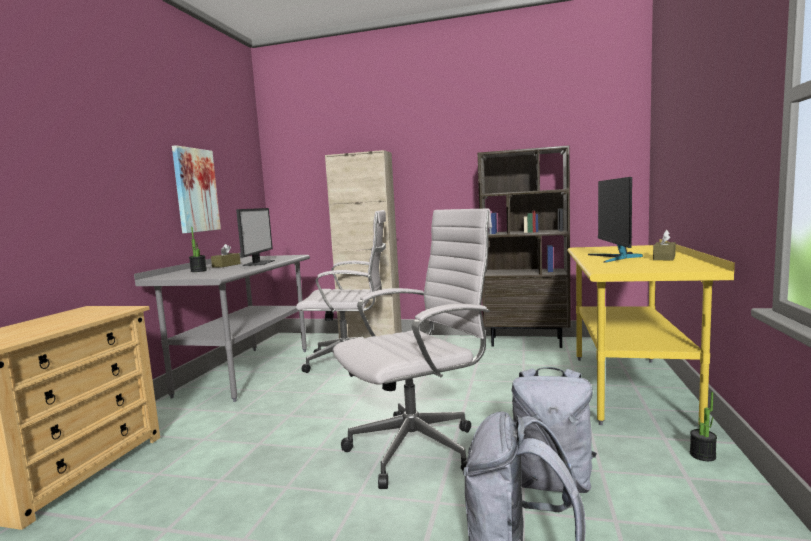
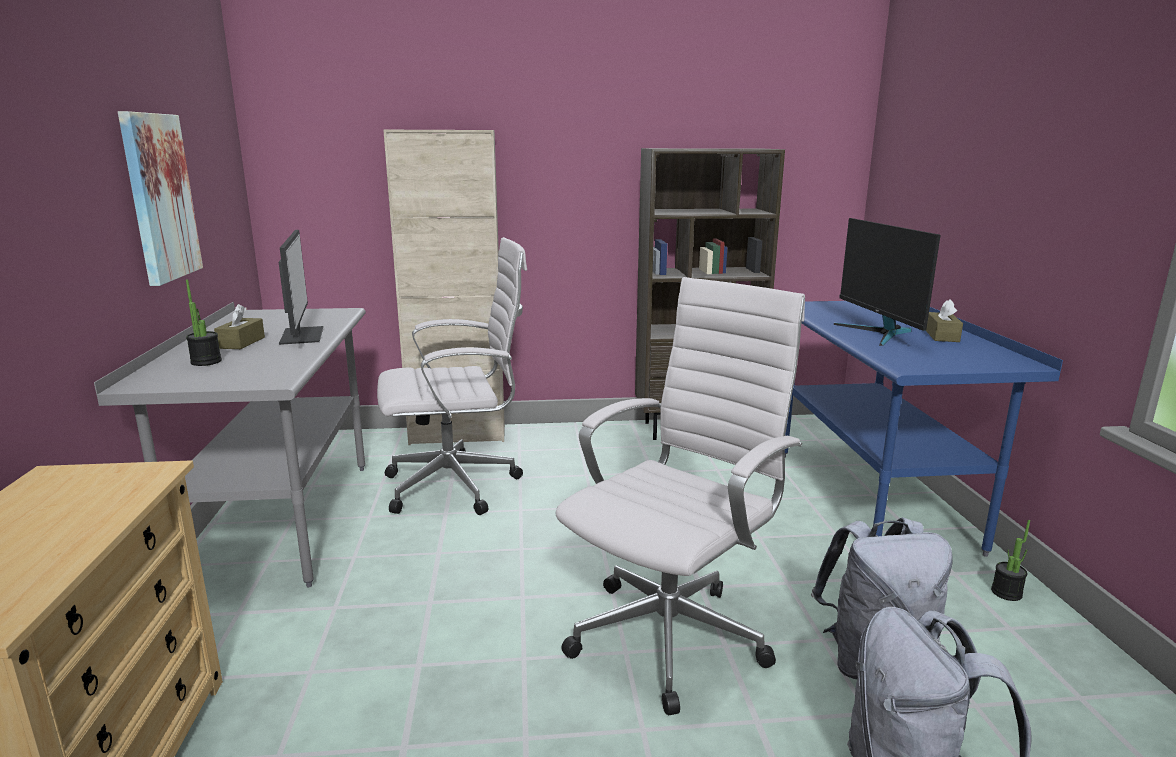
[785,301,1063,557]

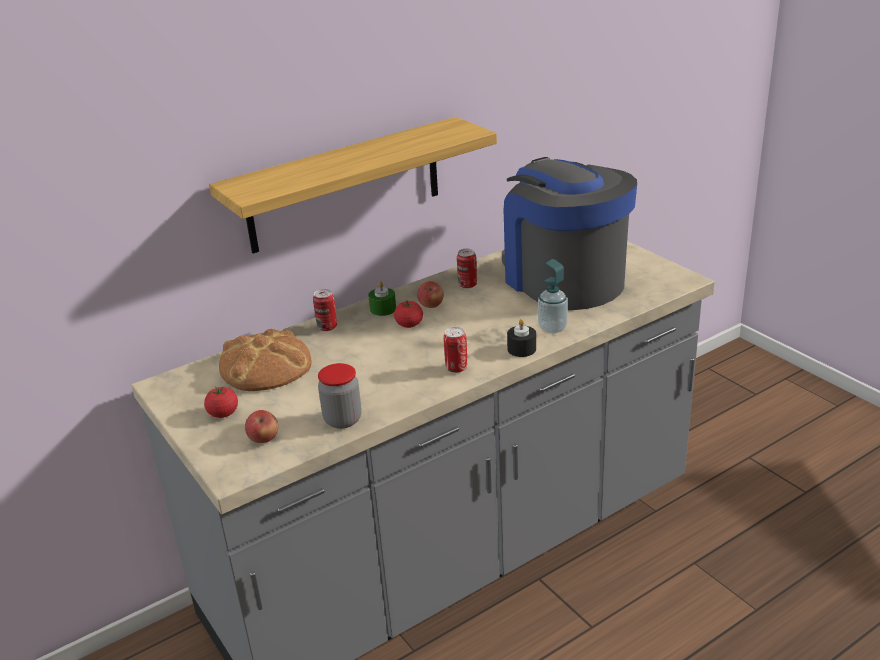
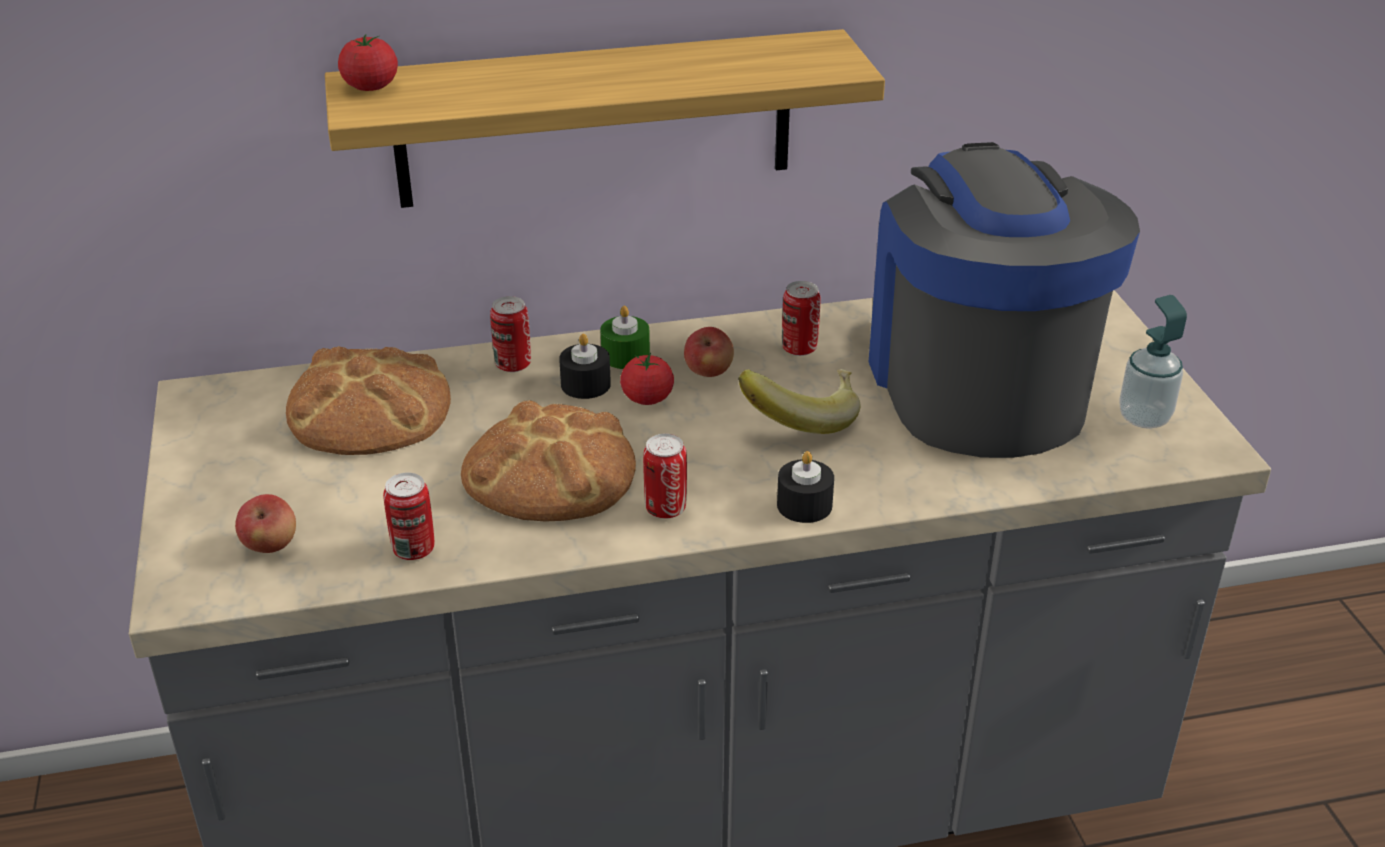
[1119,295,1187,429]
[383,473,434,560]
[338,34,398,91]
[559,334,611,399]
[738,369,860,434]
[461,400,636,522]

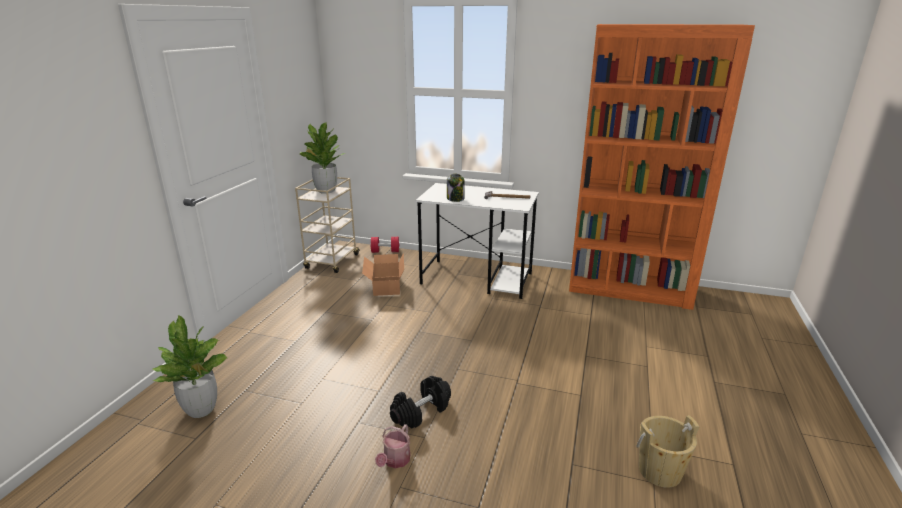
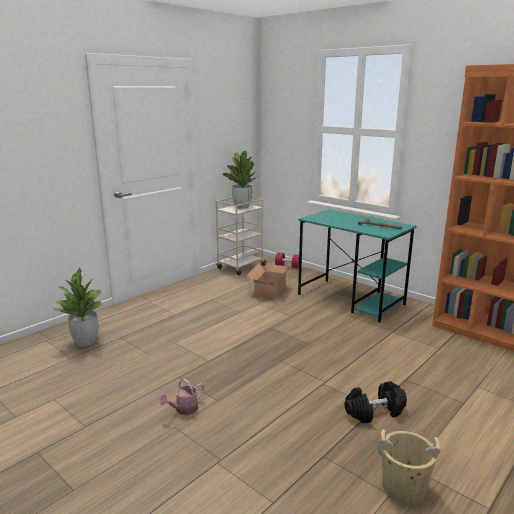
[447,174,465,202] (first image)
[298,209,417,323]
[344,381,407,423]

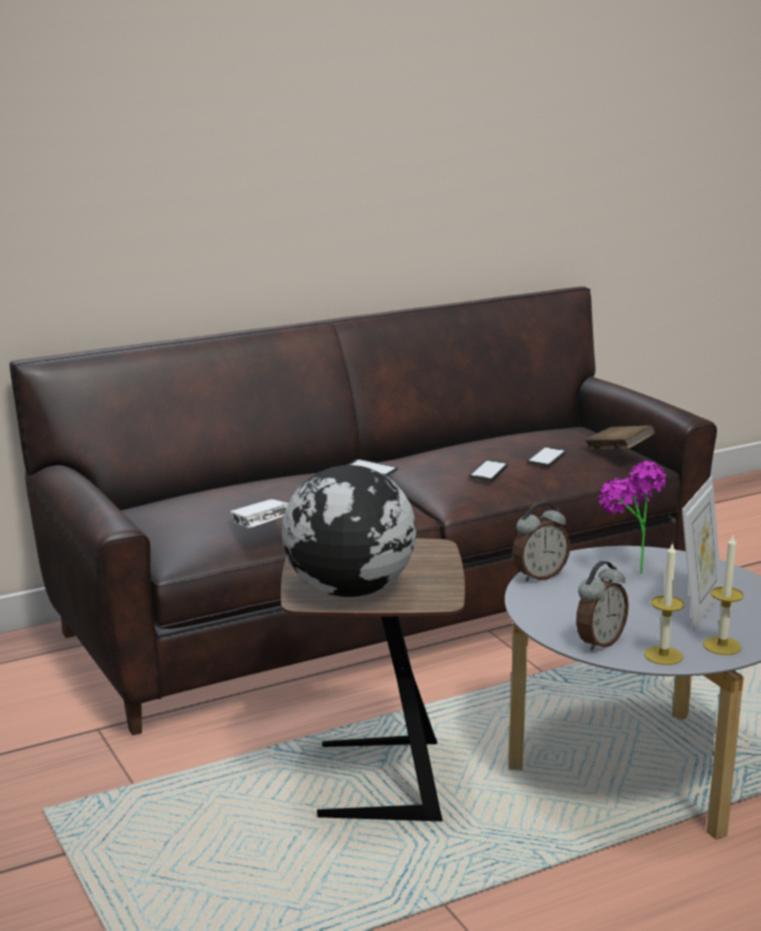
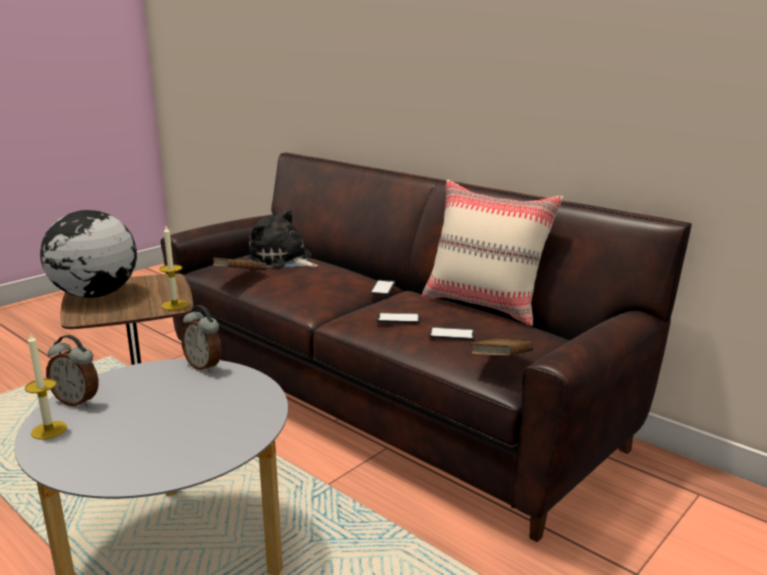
[599,461,666,574] (first image)
[682,476,722,632] (first image)
[213,257,267,270]
[159,226,188,310]
[421,180,563,326]
[248,209,318,268]

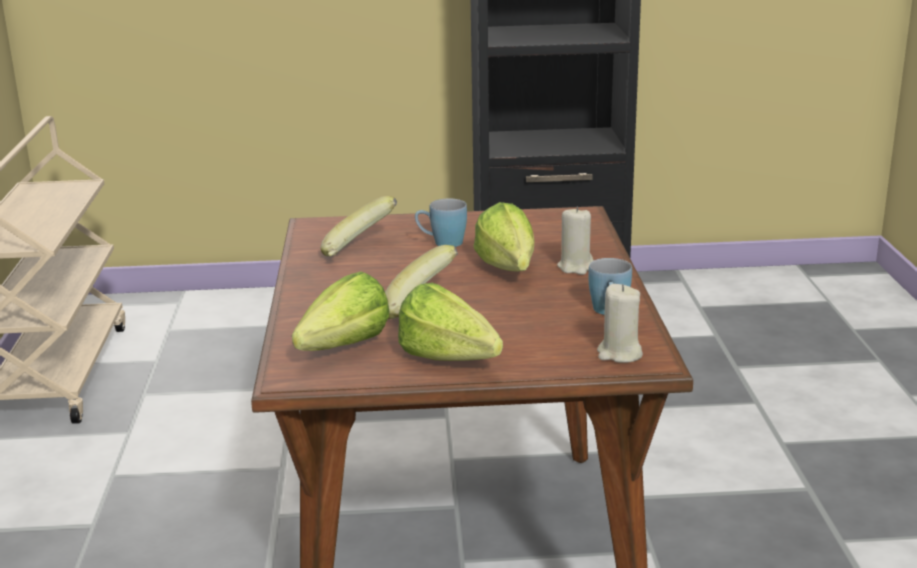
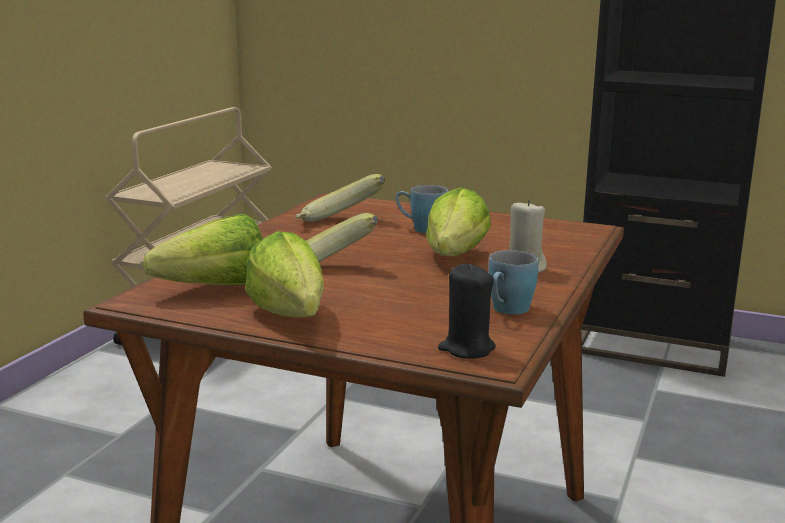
[438,264,496,359]

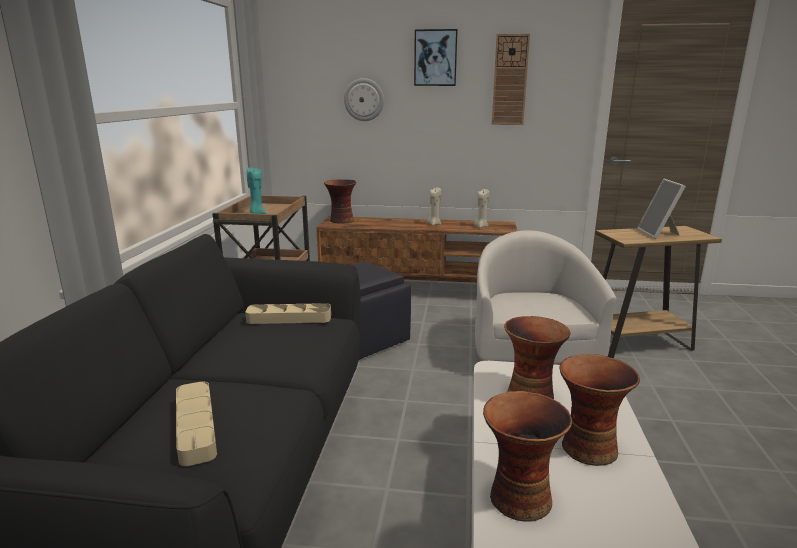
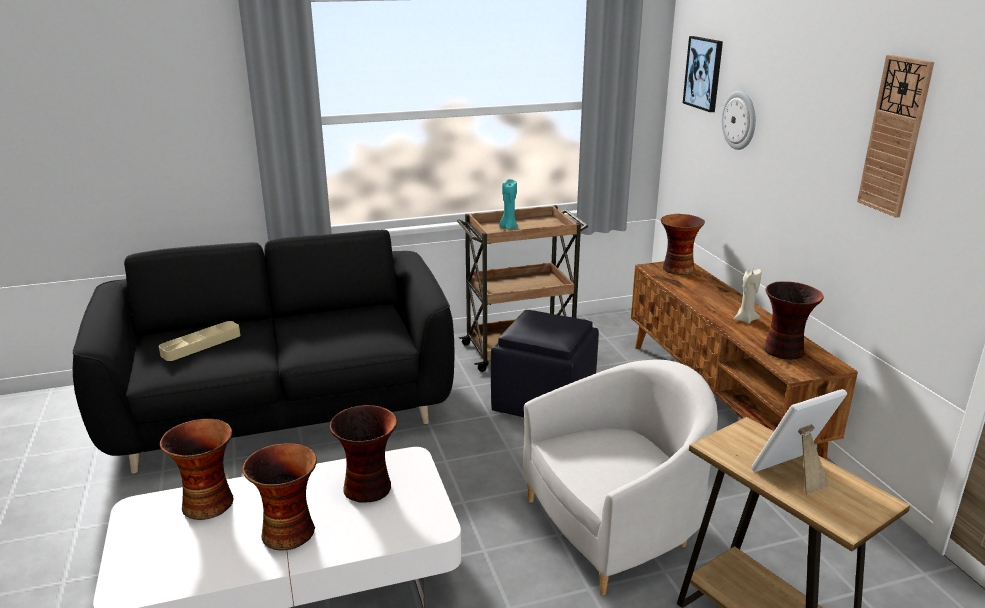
[683,36,723,112]
[763,281,824,360]
[245,303,331,324] (first image)

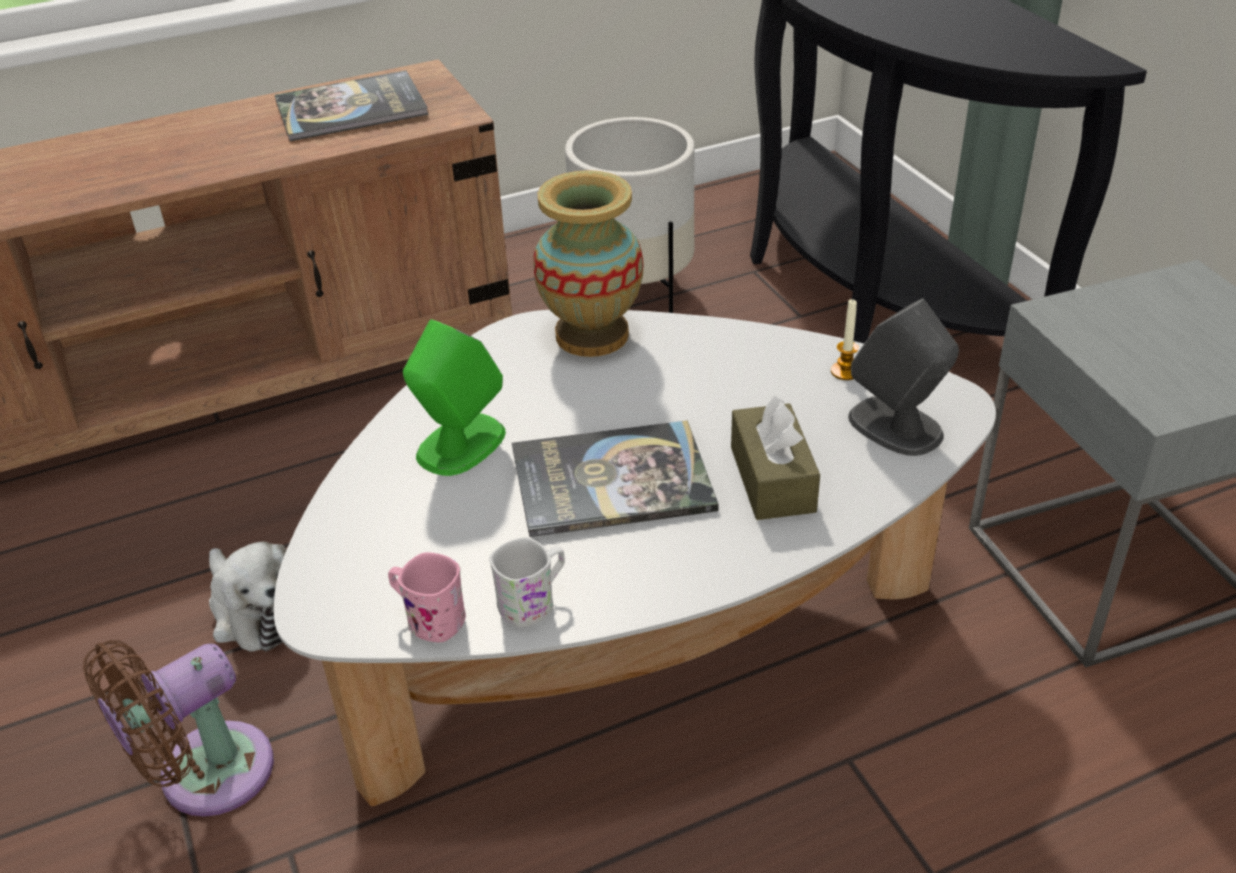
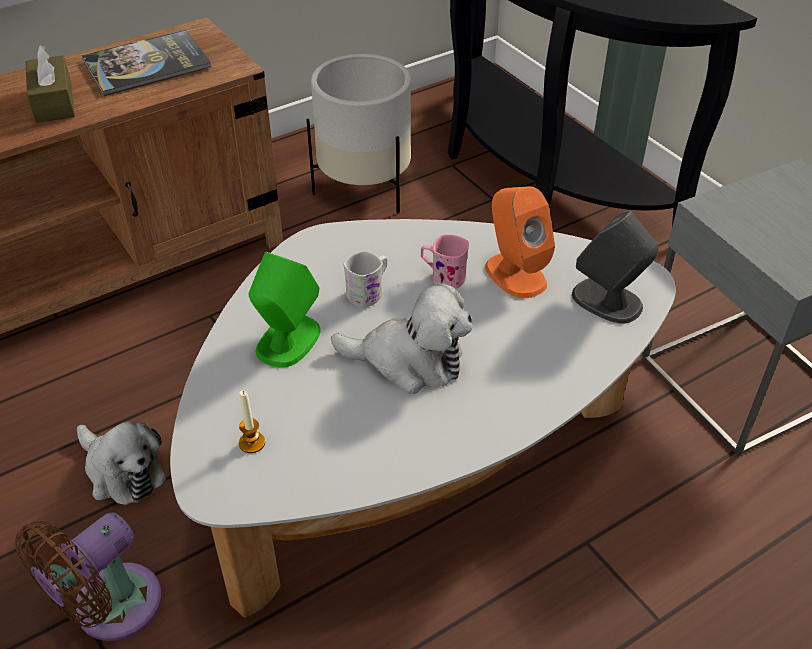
[533,170,643,357] (first image)
[239,390,265,453]
[25,45,75,123]
[331,283,473,394]
[343,251,387,308]
[421,234,469,289]
[485,186,555,298]

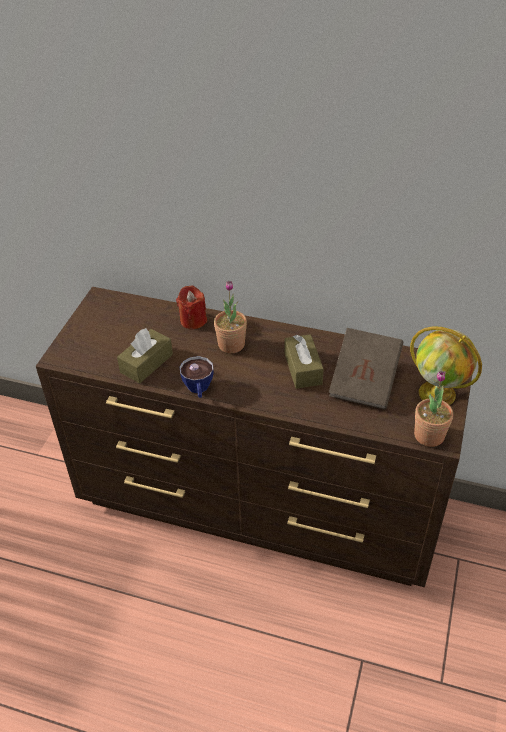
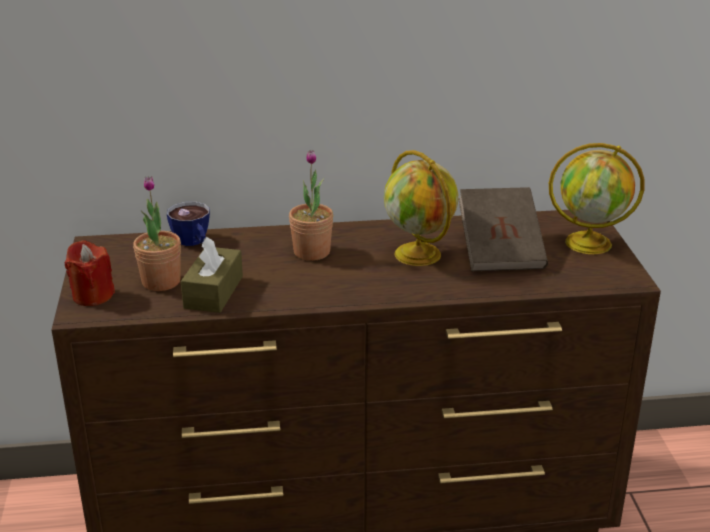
[65,240,115,306]
[384,150,458,266]
[167,202,210,246]
[133,176,181,291]

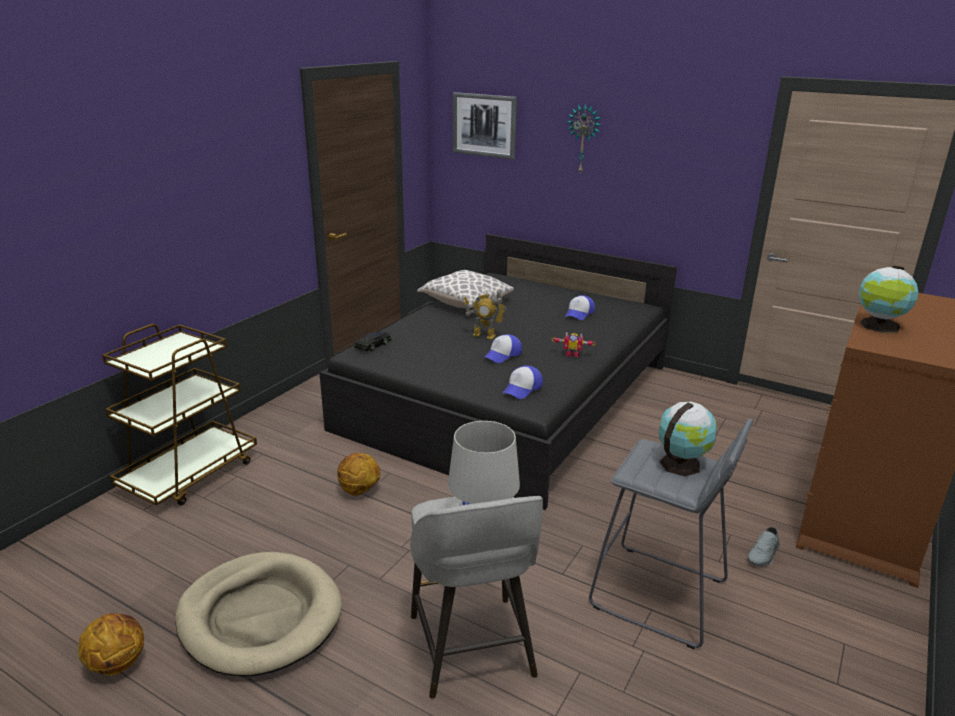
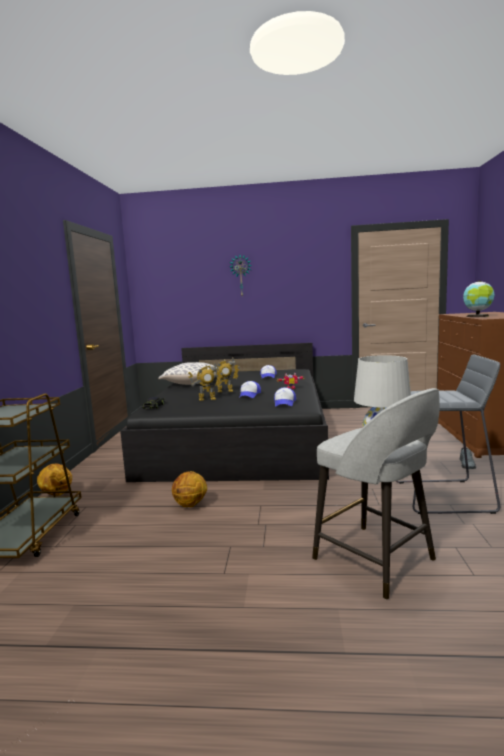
[453,92,517,160] (first image)
[658,401,717,476] (first image)
[175,552,342,676] (first image)
[37,464,72,496]
[189,363,223,401]

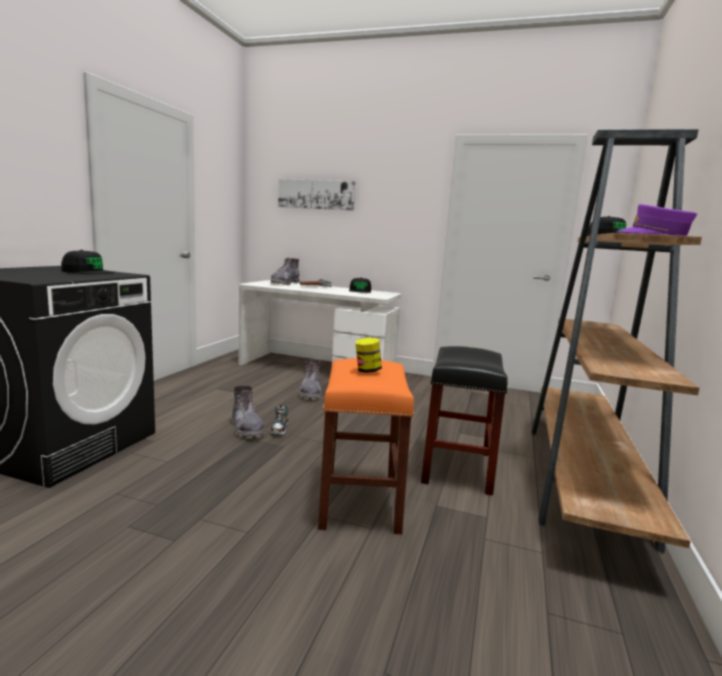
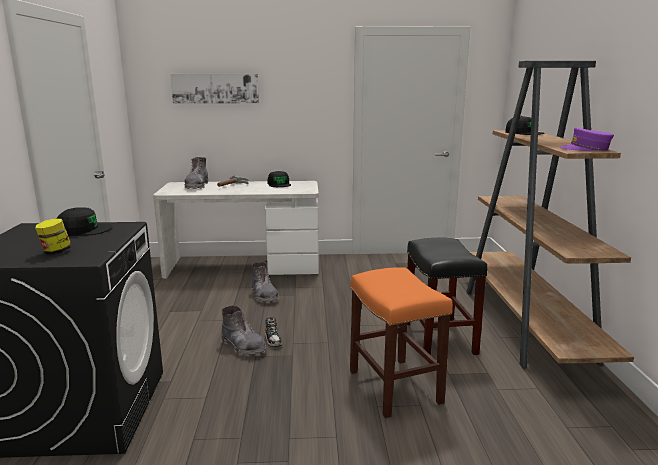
[35,218,71,255]

